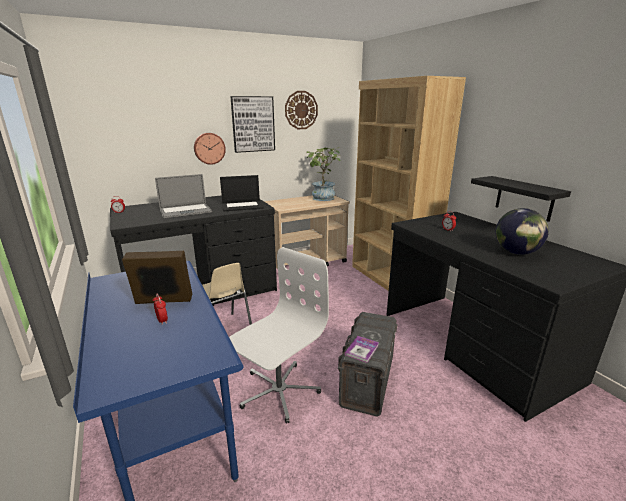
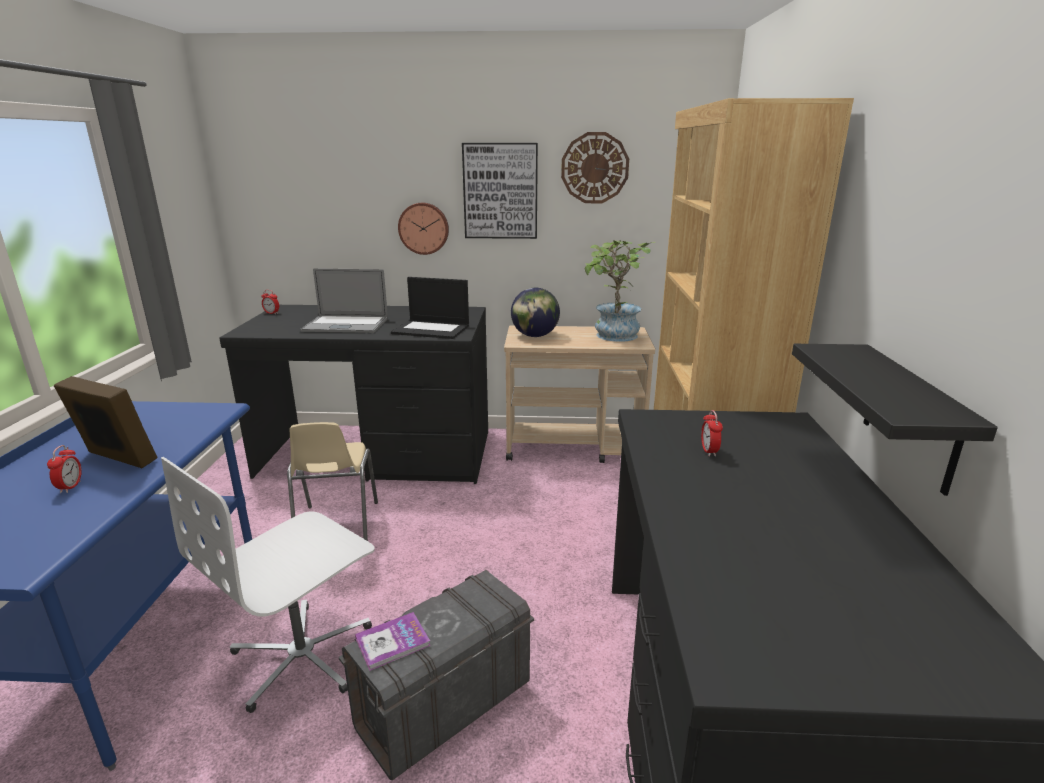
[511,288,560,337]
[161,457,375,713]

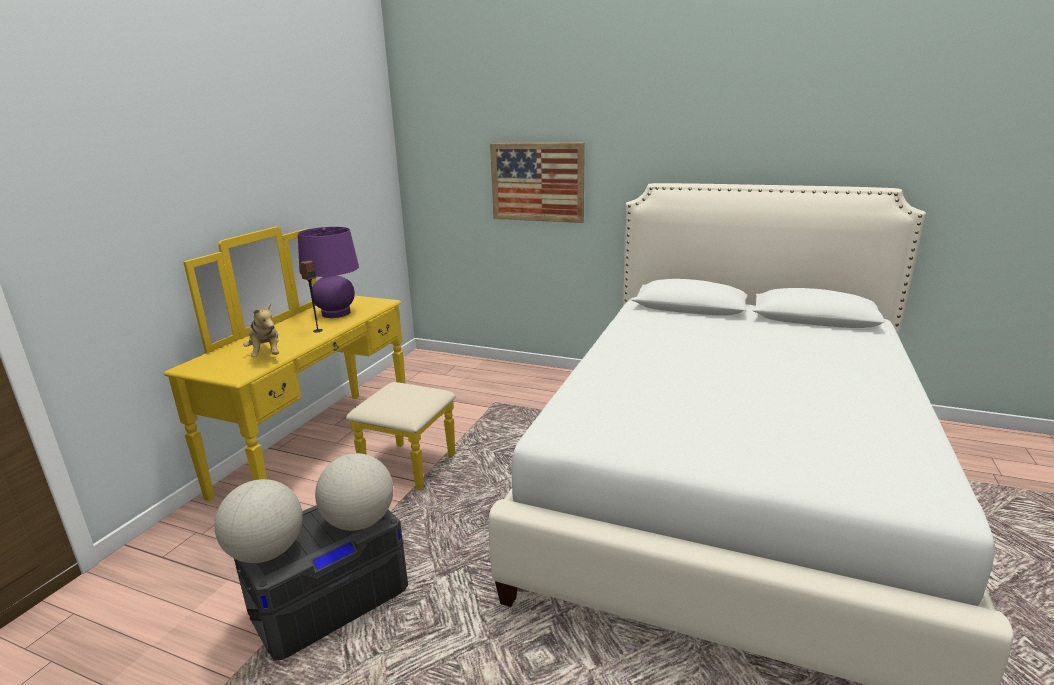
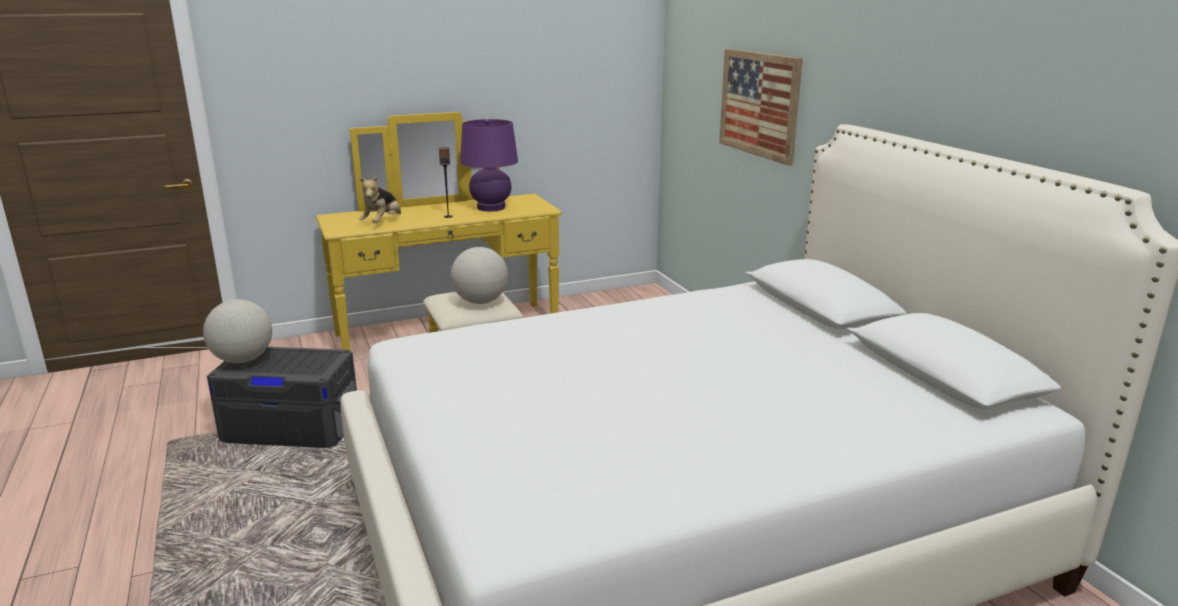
[451,247,508,304]

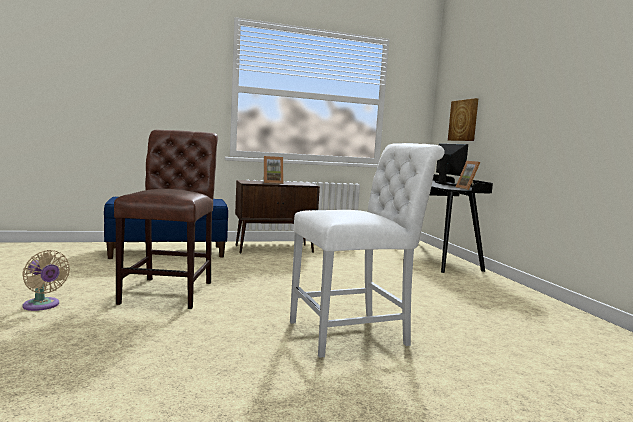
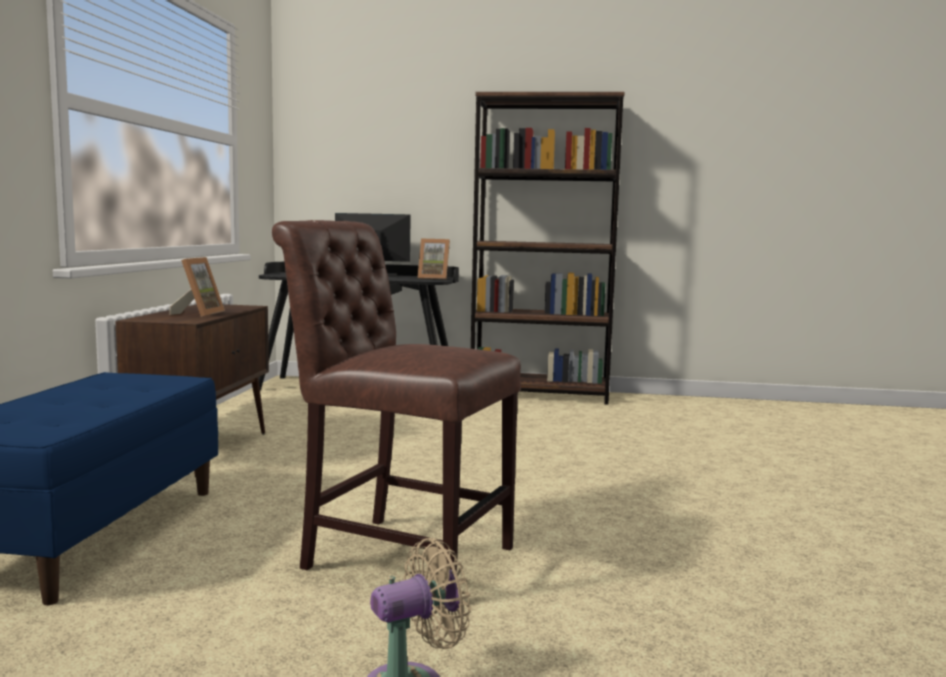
[448,98,478,141] (first image)
[290,143,445,358] (first image)
[471,92,624,405]

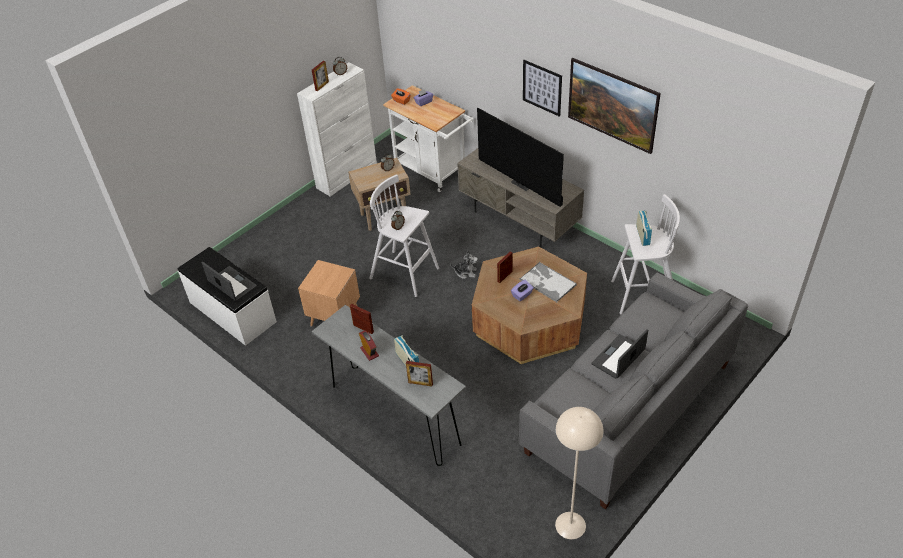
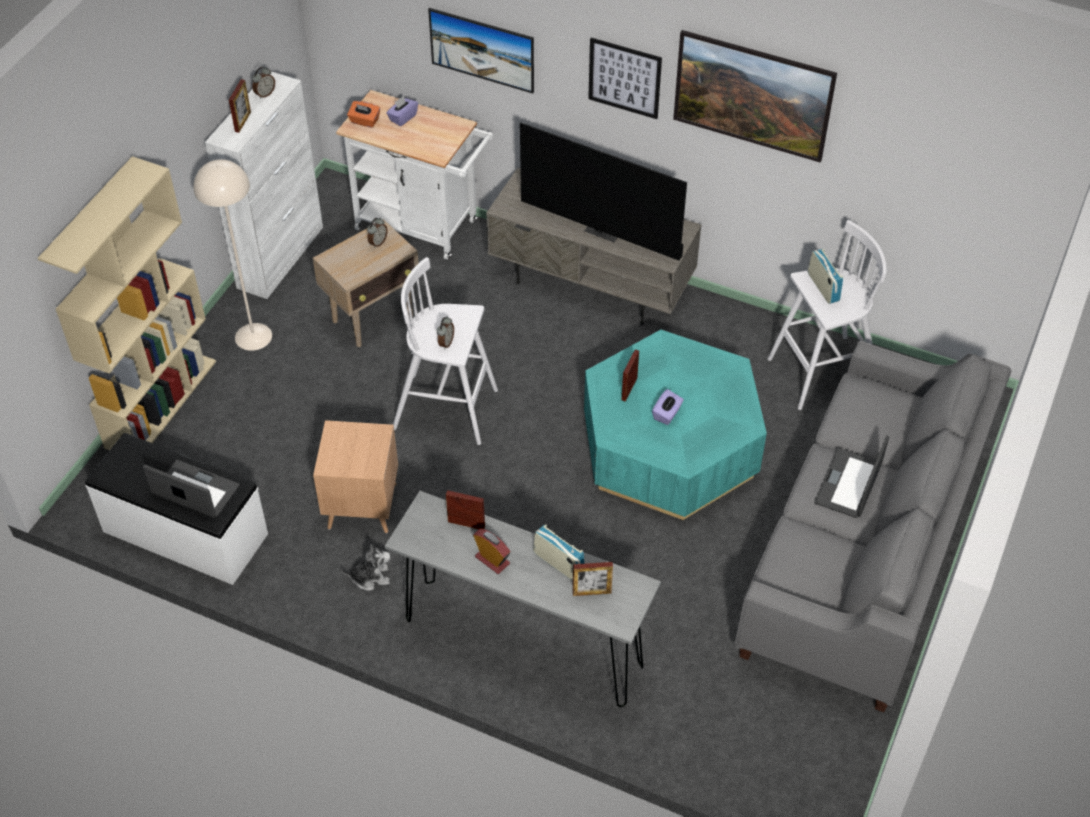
[584,330,767,520]
[342,544,391,591]
[520,262,577,303] (first image)
[193,159,272,351]
[428,8,534,94]
[38,156,216,450]

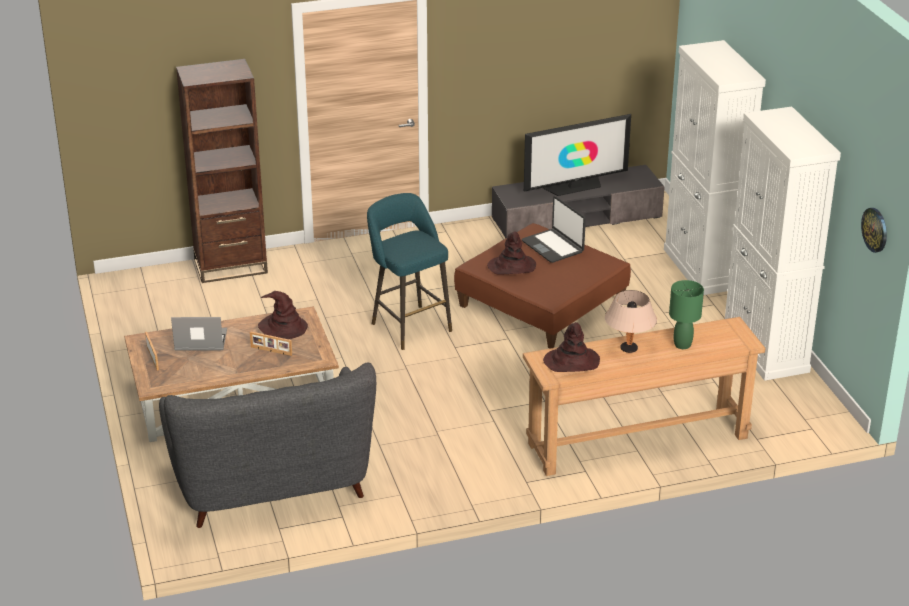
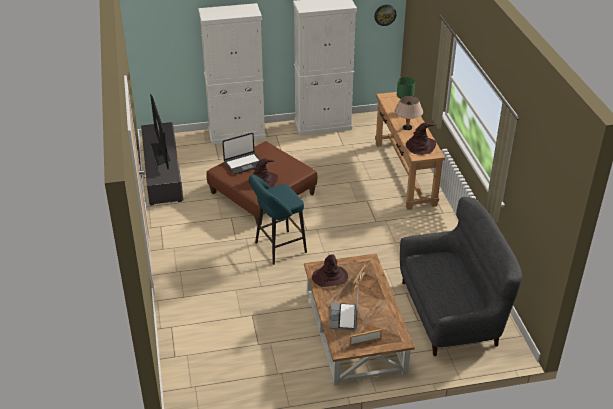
[176,59,268,283] (first image)

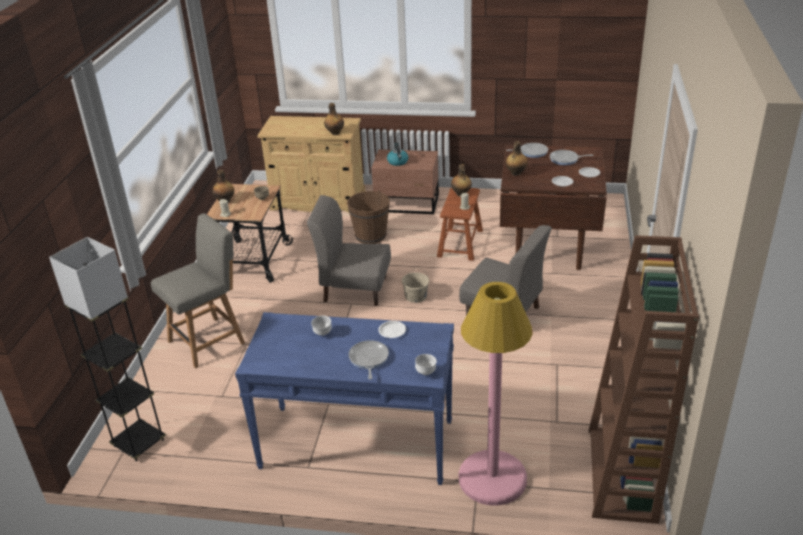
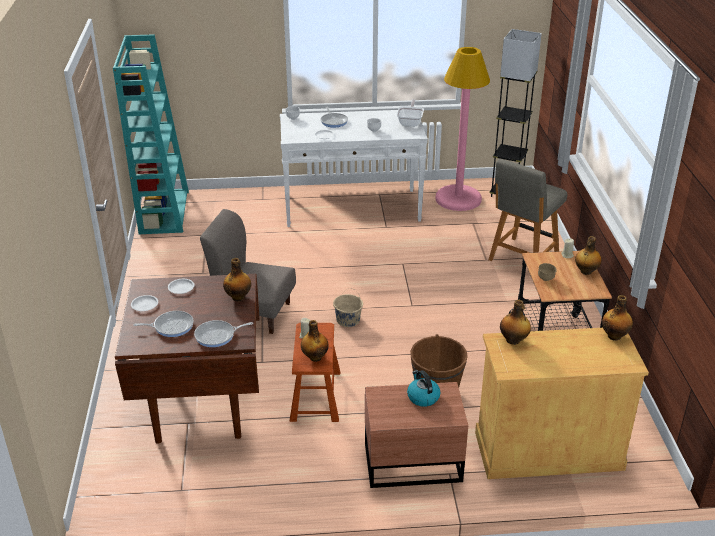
[307,195,391,306] (first image)
[113,34,189,234]
[435,47,490,211]
[280,110,428,227]
[397,99,424,127]
[602,295,633,341]

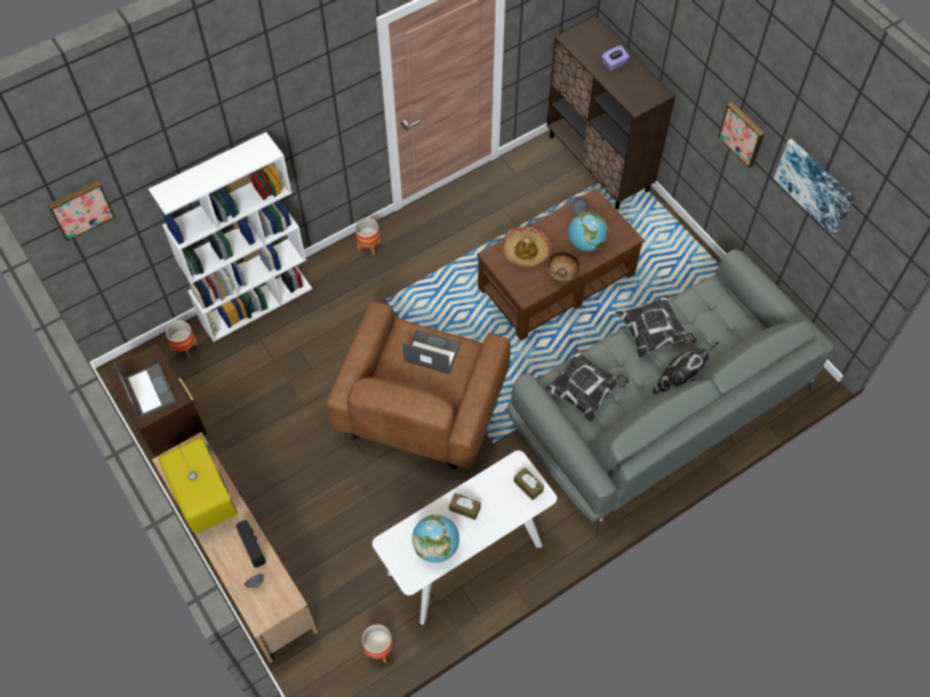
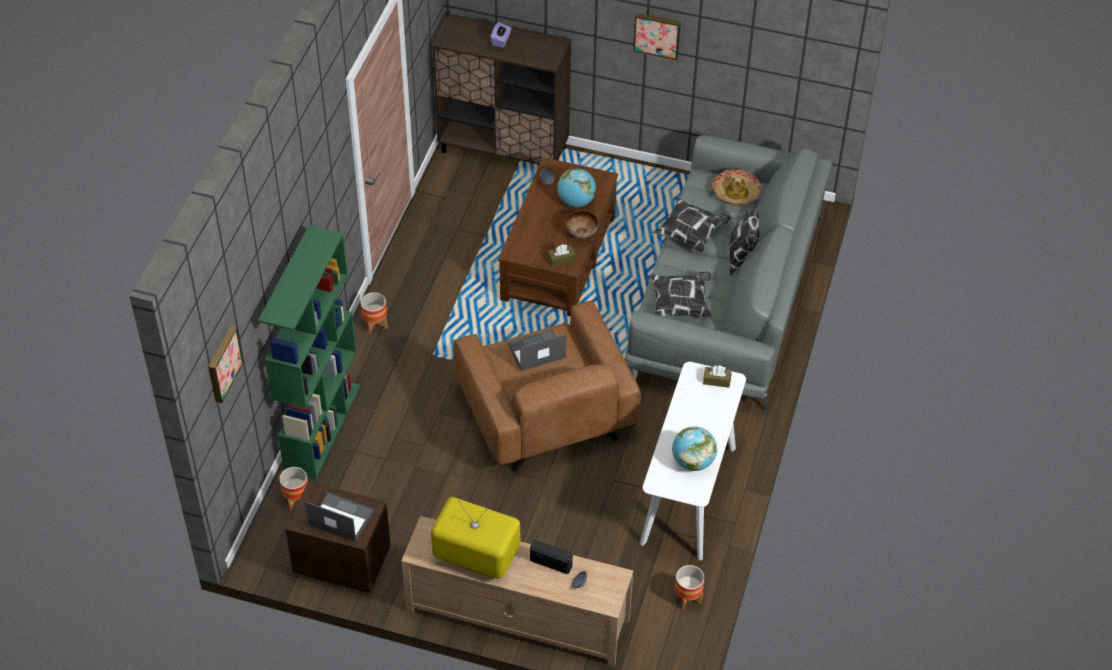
[258,225,360,479]
[774,139,855,237] (first image)
[712,169,761,205]
[548,245,575,267]

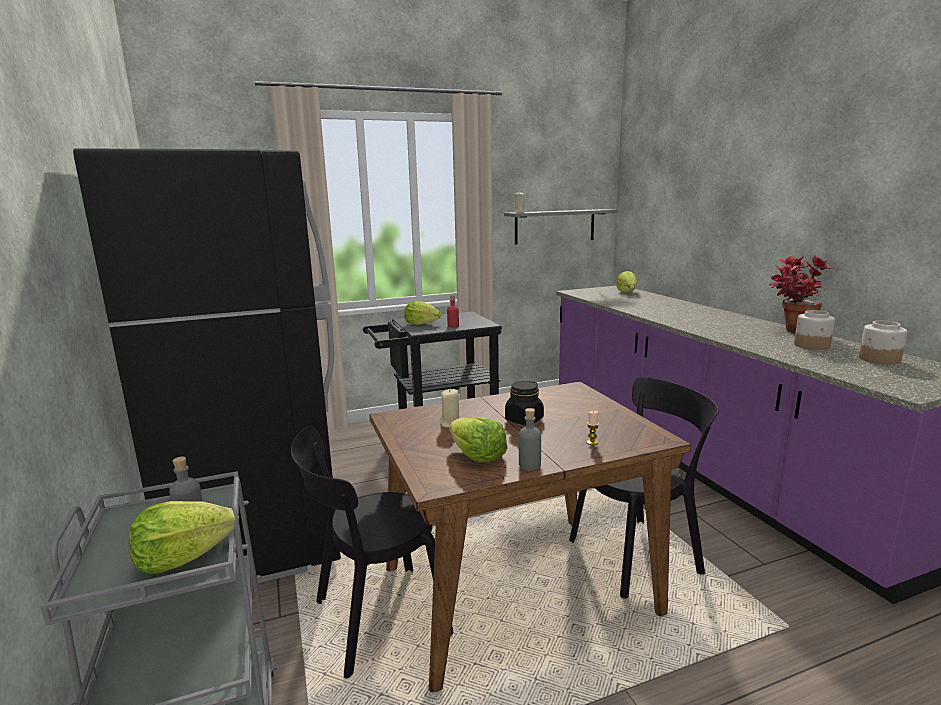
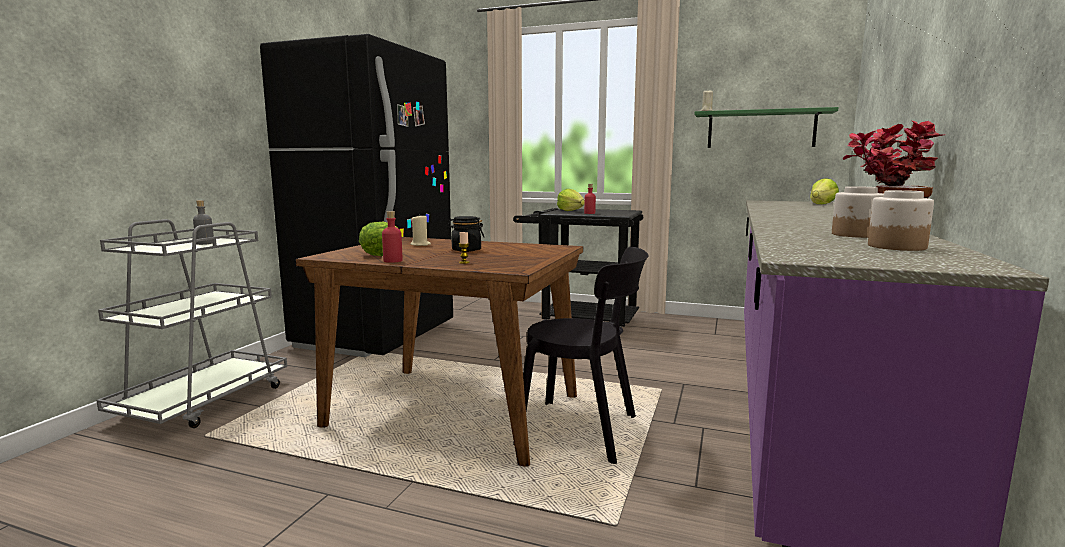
[694,107,839,148]
[382,211,402,263]
[291,426,453,679] (first image)
[129,501,239,574] (first image)

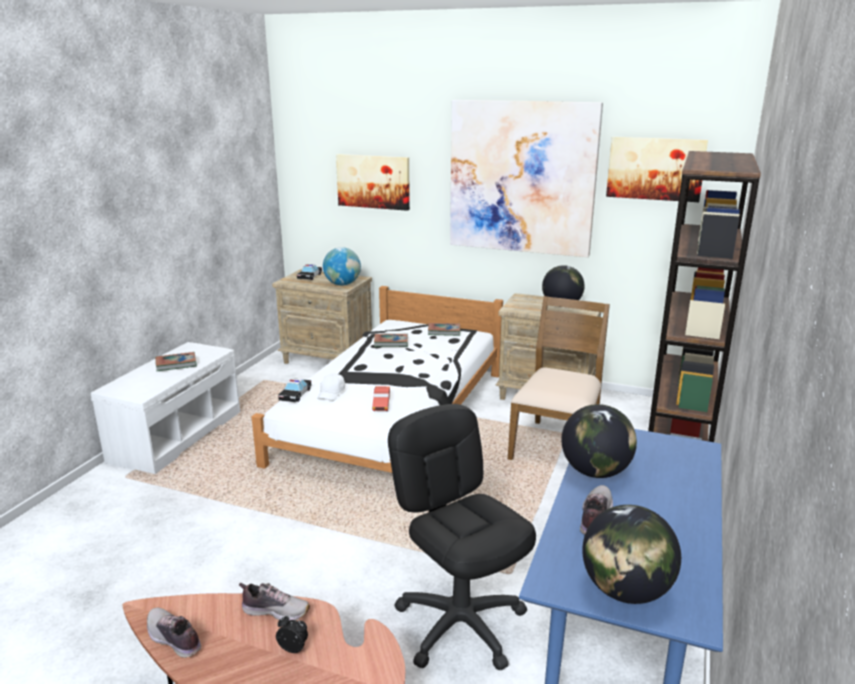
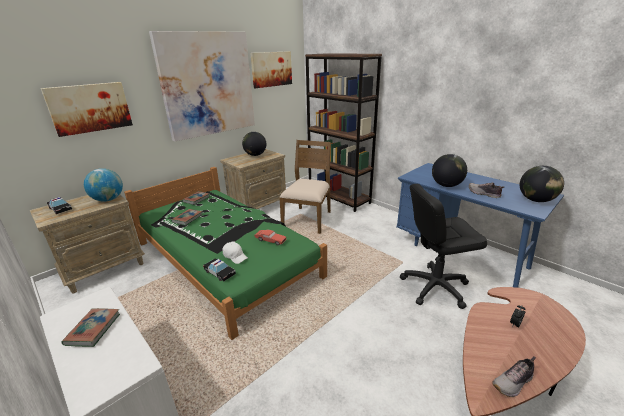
[124,167,327,340]
[279,140,331,234]
[239,583,310,620] (first image)

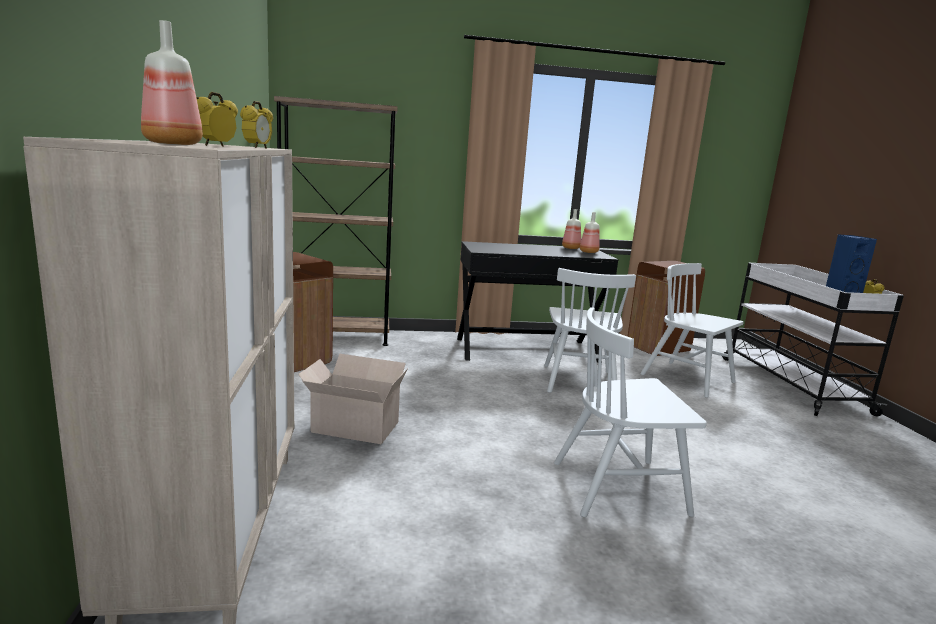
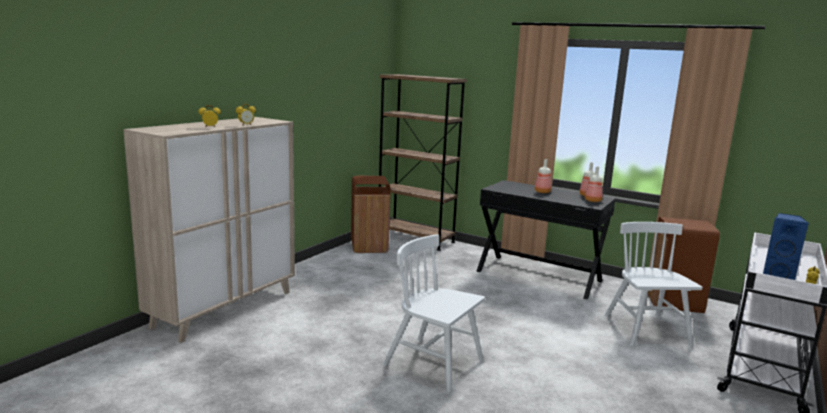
[535,159,551,193]
[544,268,636,393] (first image)
[298,353,408,444] (first image)

